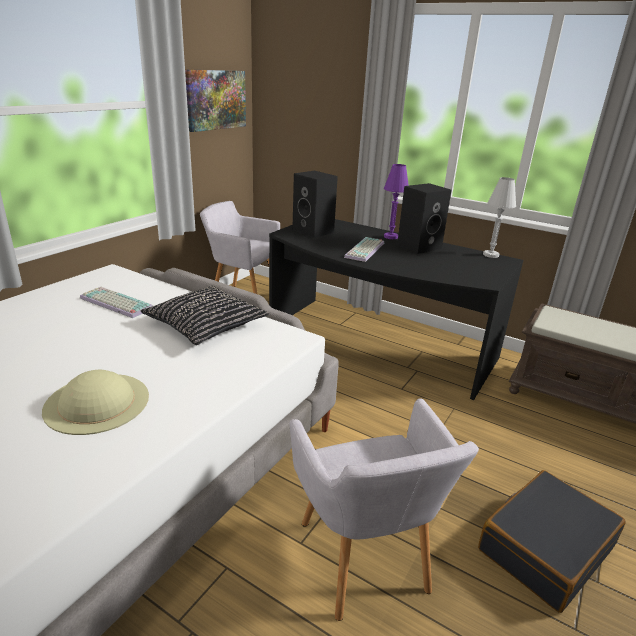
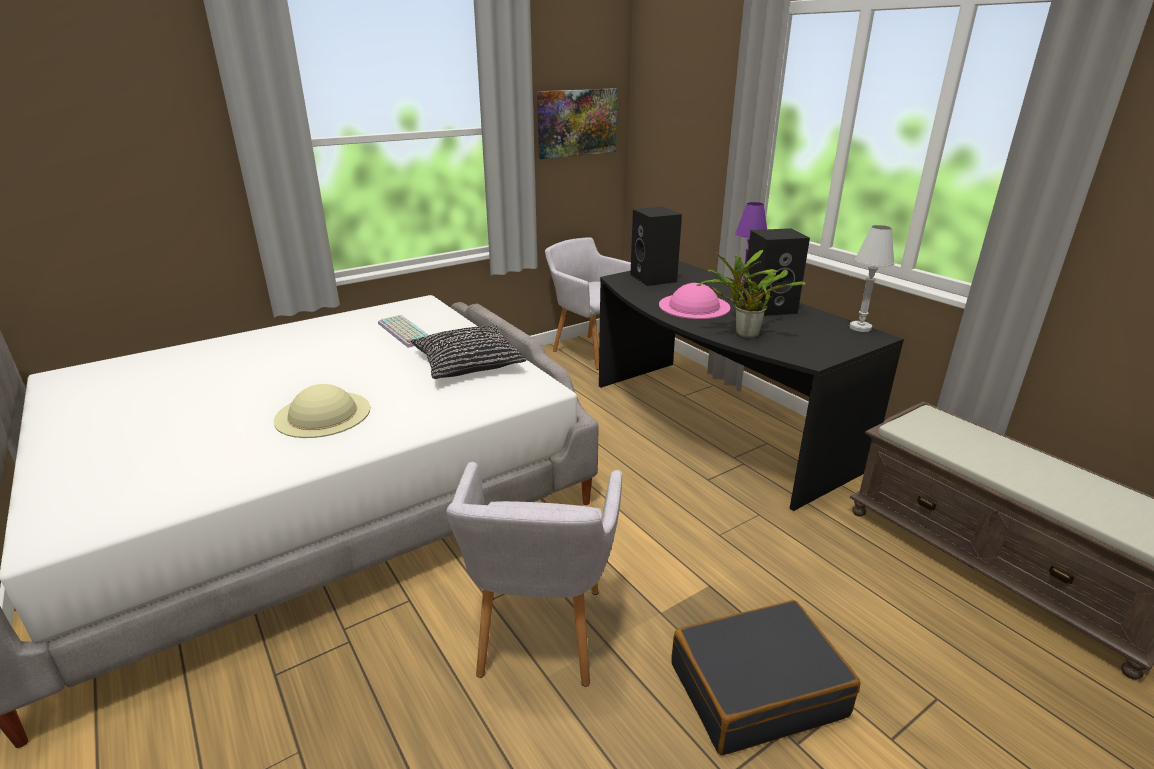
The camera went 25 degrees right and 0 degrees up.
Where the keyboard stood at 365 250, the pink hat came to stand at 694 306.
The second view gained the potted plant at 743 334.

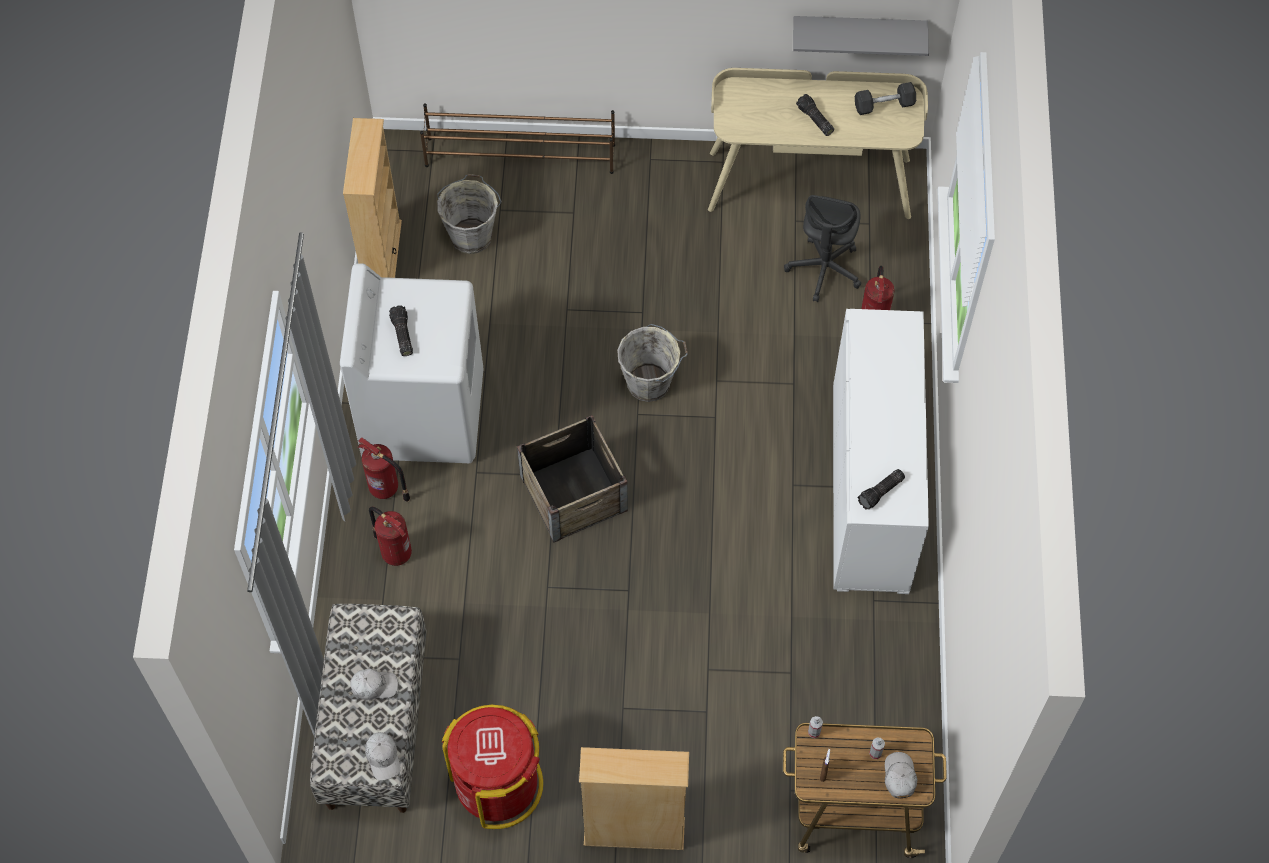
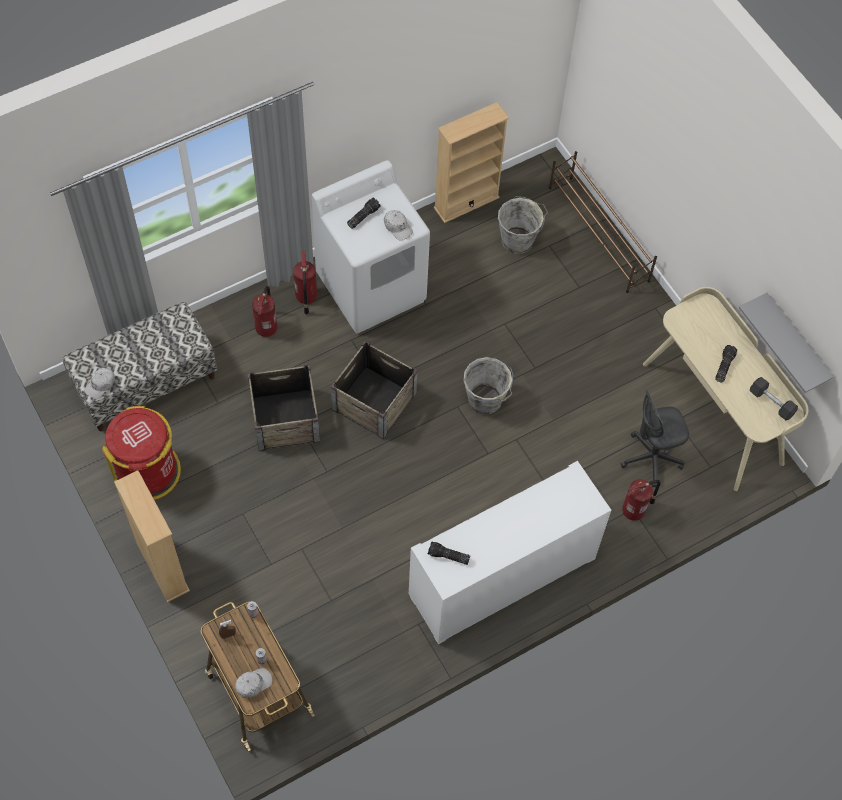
The camera went 55 degrees right and 0 degrees up.
The white cap ended up elsewhere, having gone from 374 686 to 397 227.
The second view gained the crate at 285 419.

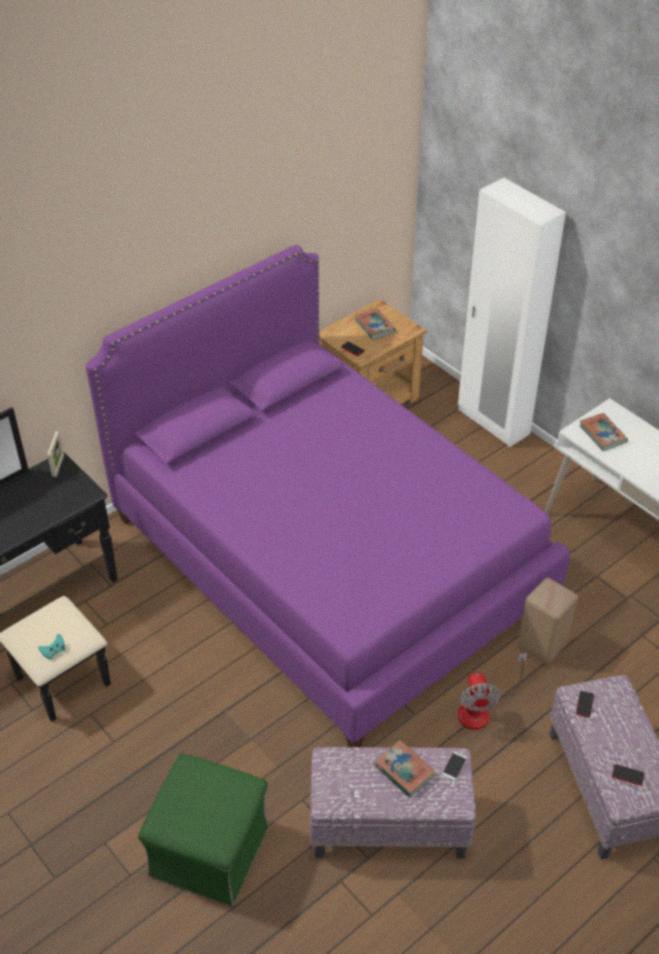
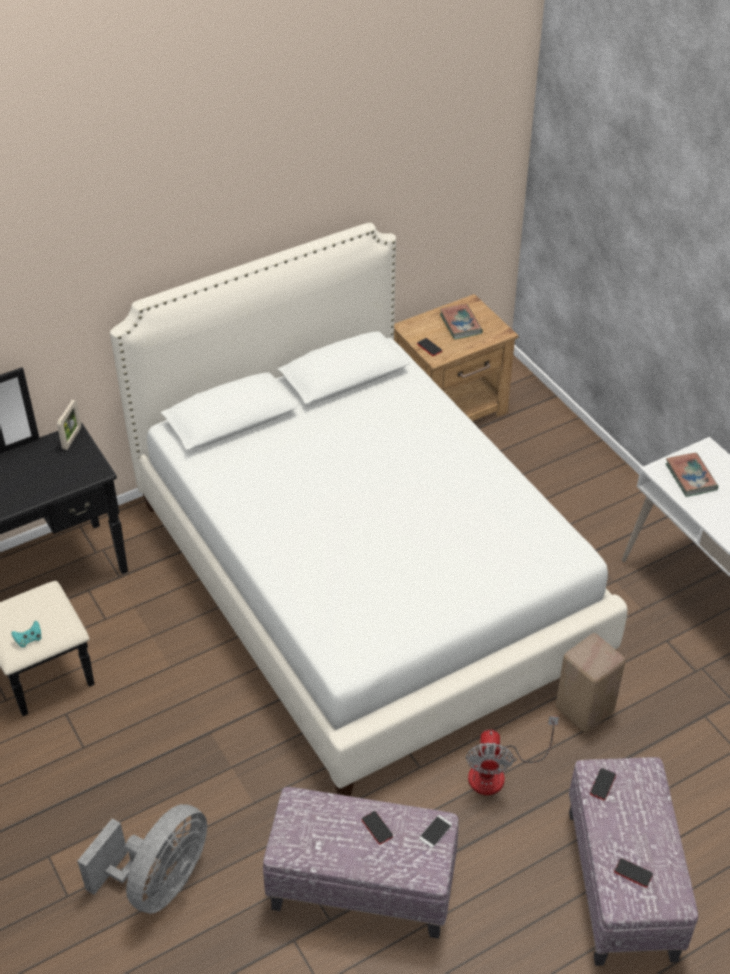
The camera went 10 degrees right and 0 degrees up.
The second view lost the white wardrobe at 492 422.
What was the purple bed at 329 557 turned into the white bed at 365 578.
Where the book stood at 404 771, the phone came to stand at 377 828.
Where the green ottoman stood at 210 850, the grey fan came to stand at 159 882.

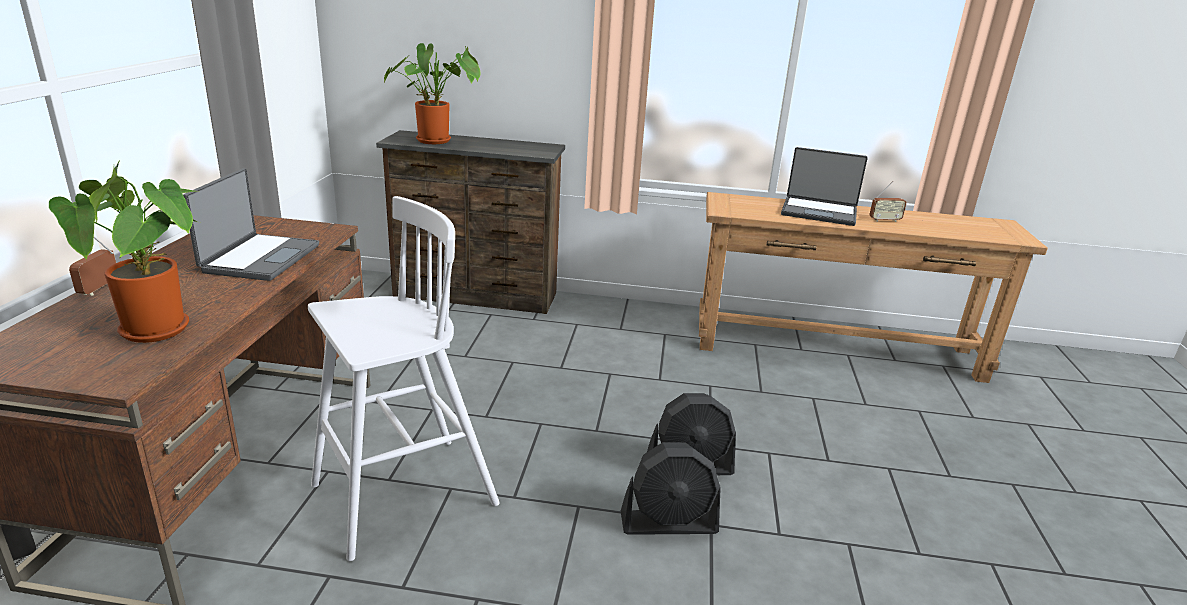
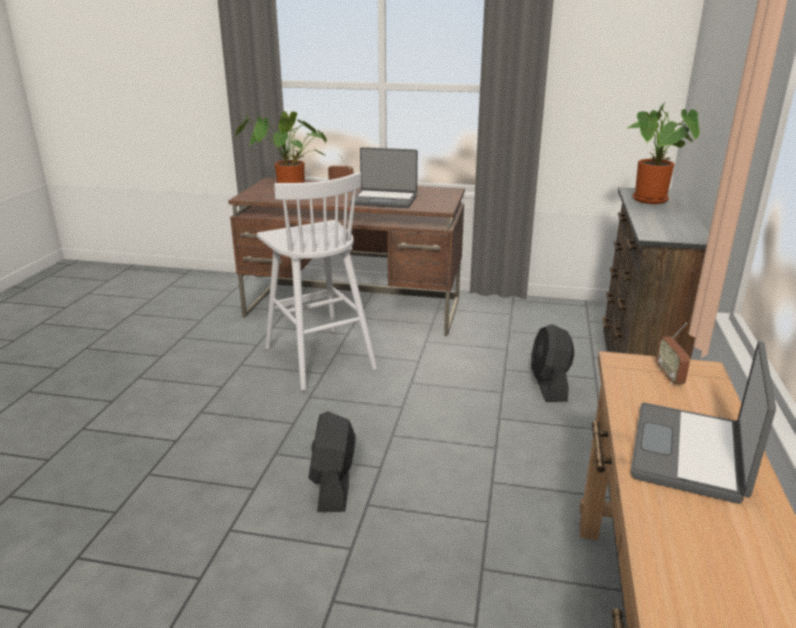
The camera went 95 degrees right and 0 degrees up.
The radio ended up elsewhere, having gone from 884 220 to 669 376.
The black fan ended up elsewhere, having gone from 669 523 to 549 385.

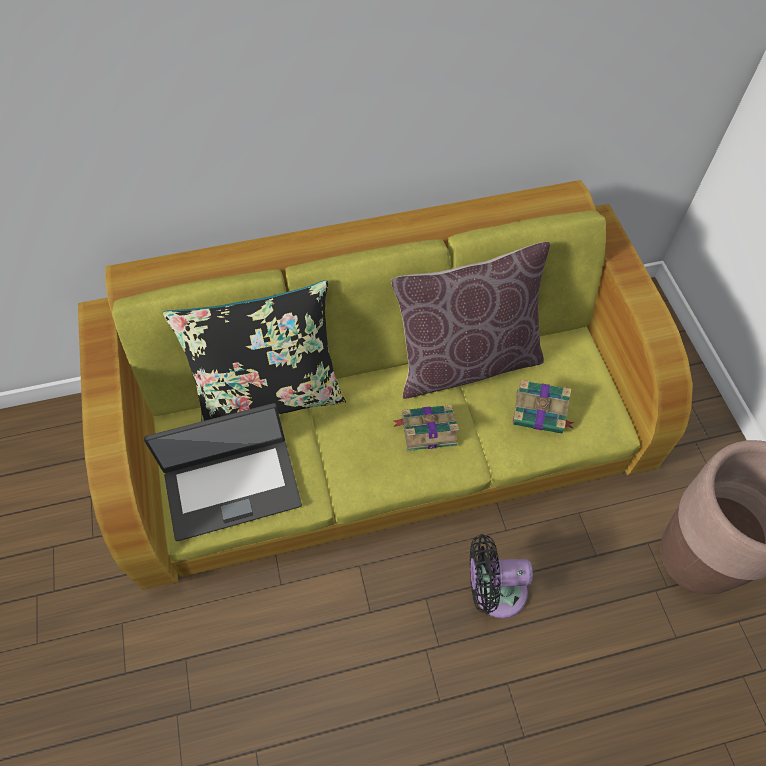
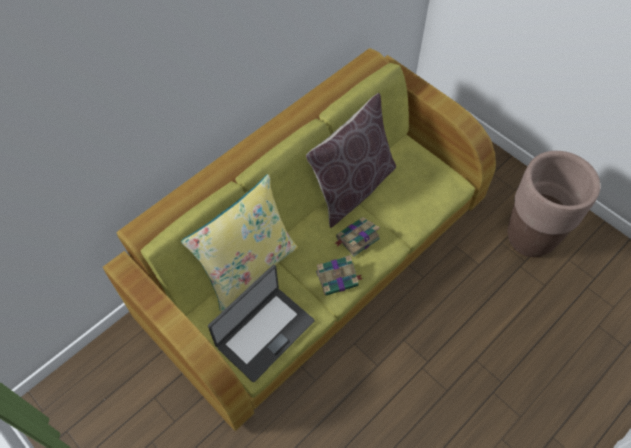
The camera went 30 degrees left and 0 degrees up.
What was the black pillow at 270 396 turned into the yellow pillow at 248 267.
The book ended up elsewhere, having gone from 540 412 to 338 278.
The second view lost the black fan at 493 591.

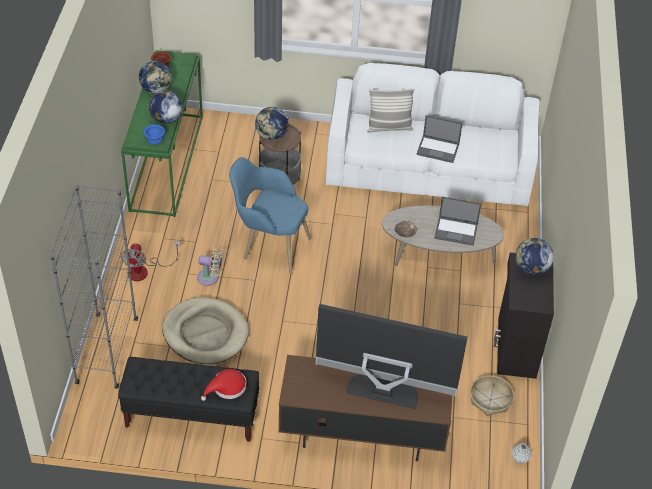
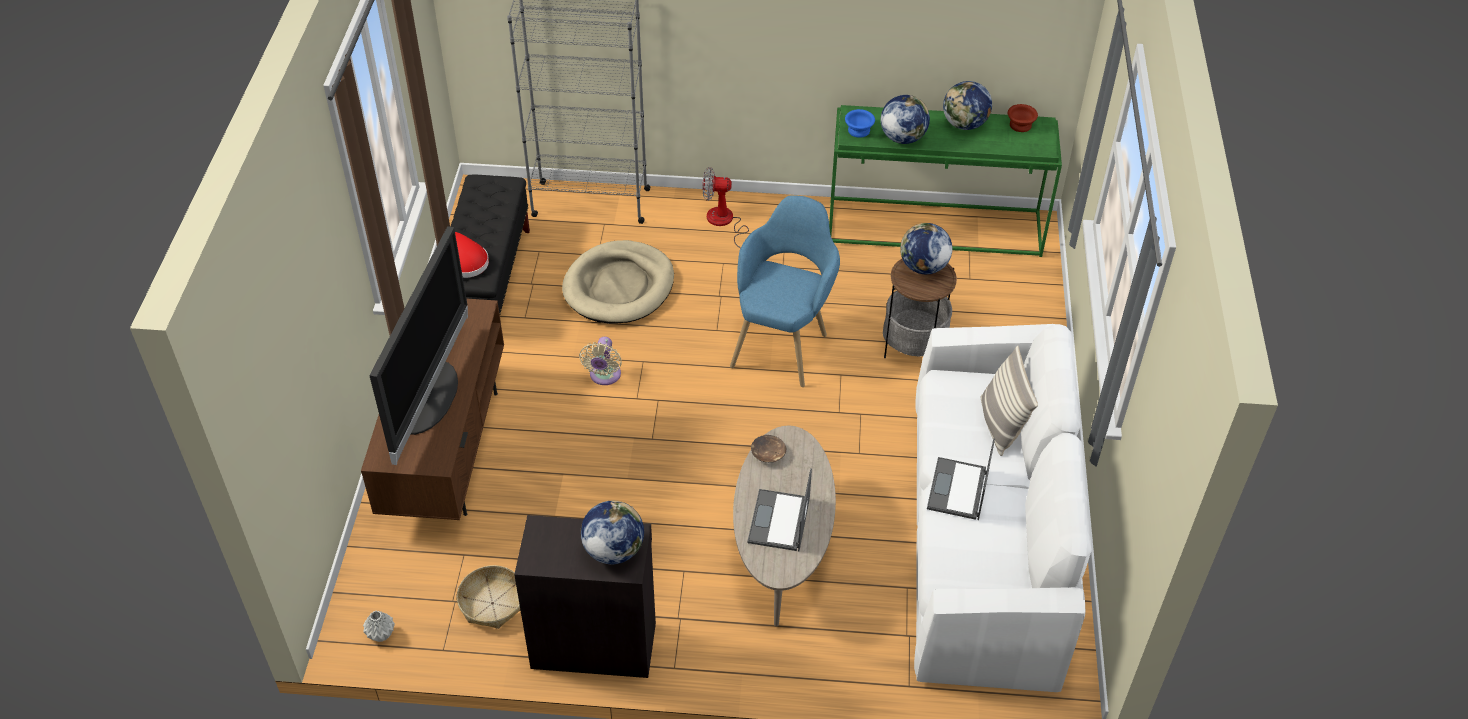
The camera went 90 degrees right and 0 degrees up.
The beige fan ended up elsewhere, having gone from 210 278 to 604 376.

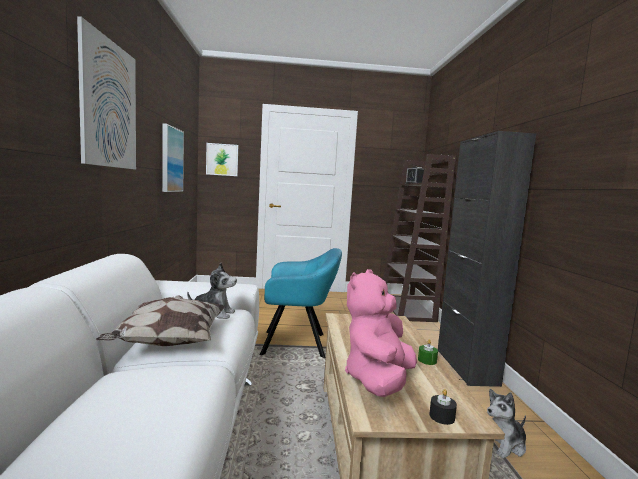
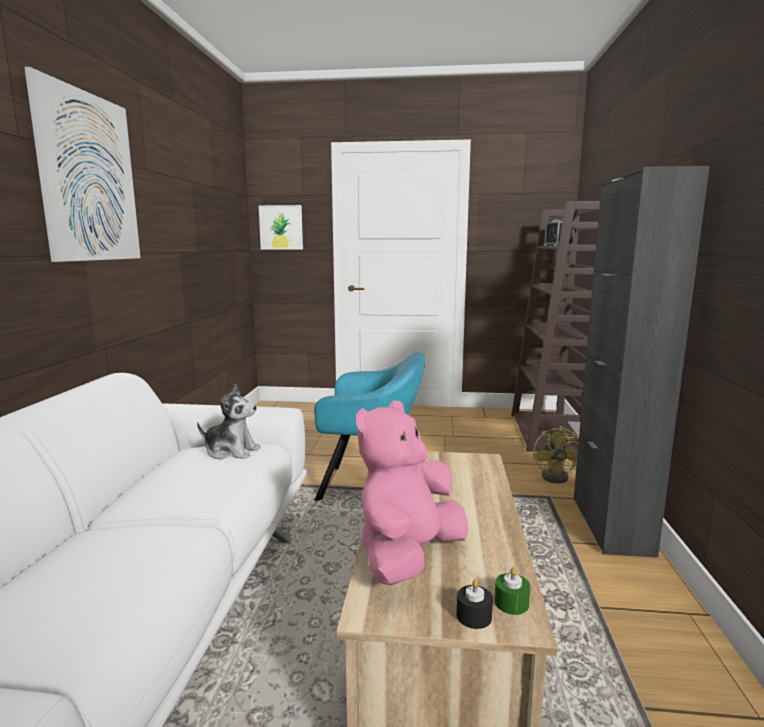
The camera went 10 degrees right and 5 degrees up.
The second view lost the picture at 171 160.
The second view lost the pillow at 169 342.
The green candle ended up elsewhere, having gone from 427 360 to 511 603.
The second view lost the plush toy at 504 445.
The second view gained the yellow fan at 559 476.

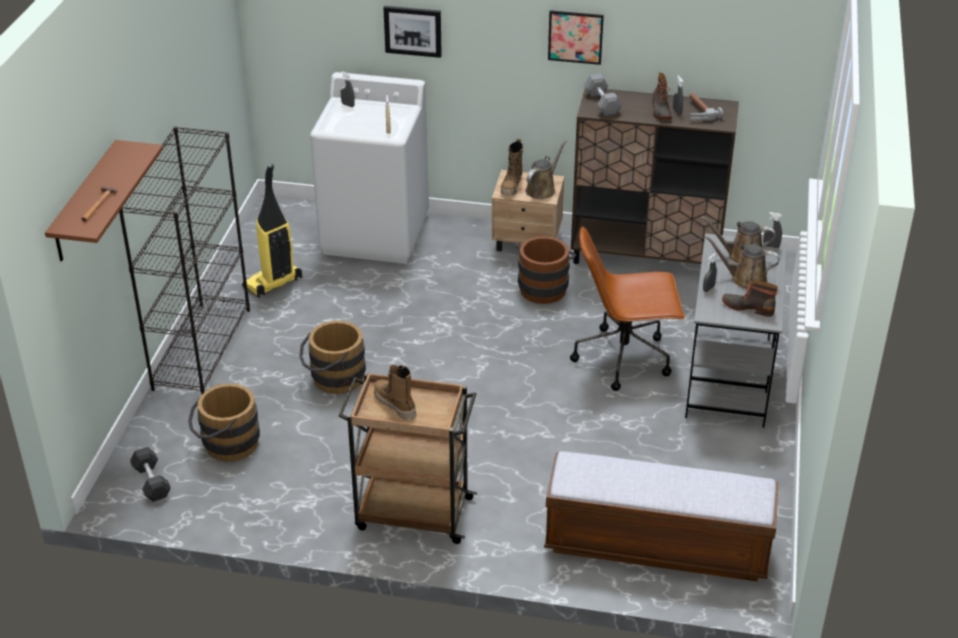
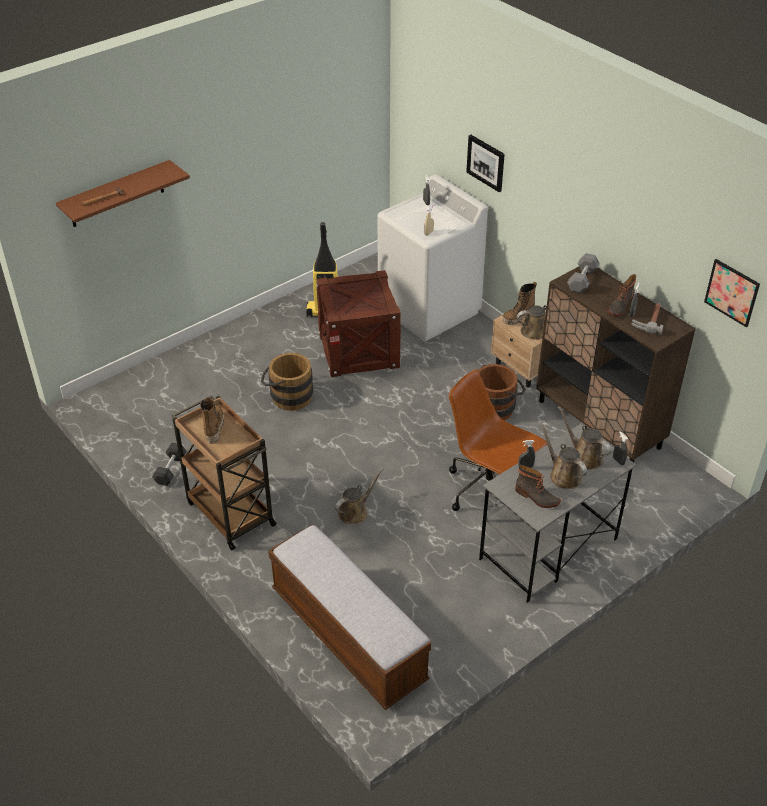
The camera went 40 degrees right and 5 degrees up.
The picture ended up elsewhere, having gone from 575 37 to 732 292.
The second view lost the black bookcase at 202 348.
The boot at 748 307 ended up facing another way, 150 degrees clockwise from before.
The second view lost the brown bucket at 226 444.
The grey dumbbell ended up elsewhere, having gone from 151 482 to 170 470.
The second view gained the crate at 358 350.
The second view gained the brown watering can at 355 512.

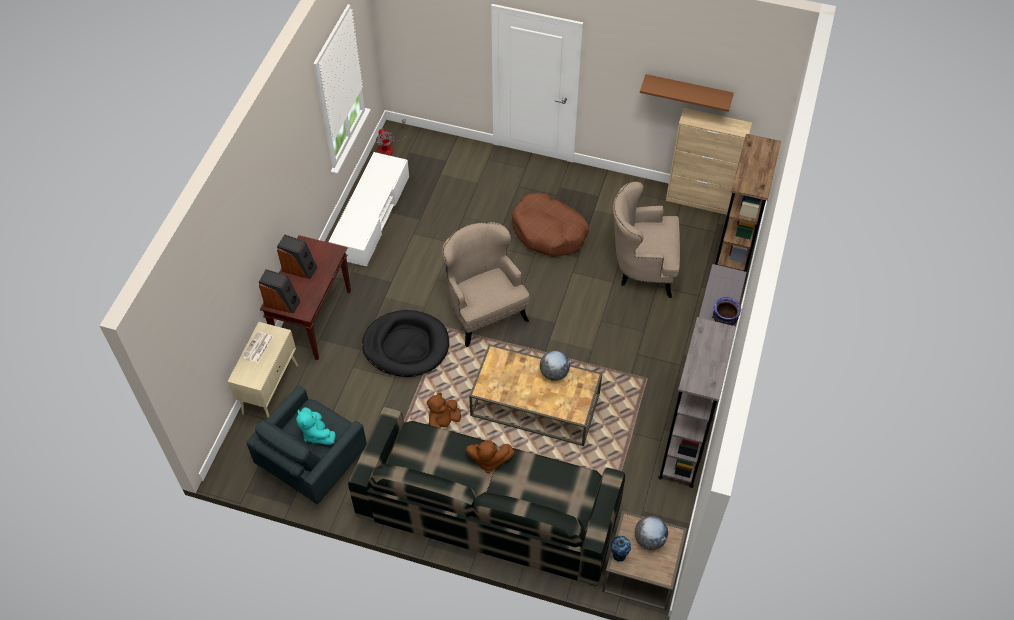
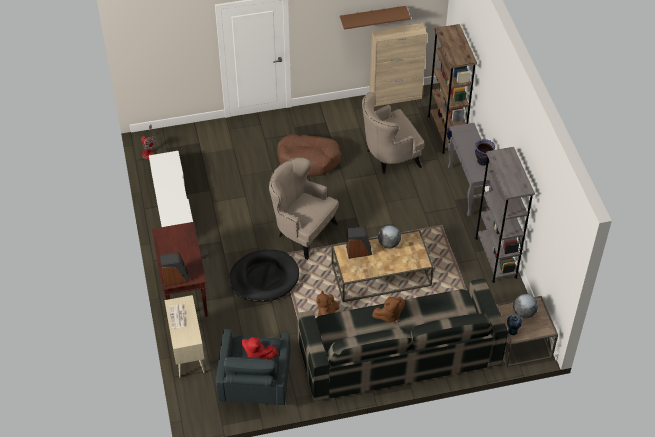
The camera went 30 degrees left and 5 degrees down.
The speaker ended up elsewhere, having gone from 299 268 to 358 251.
What was the turquoise plush toy at 316 433 turned into the red plush toy at 257 355.

